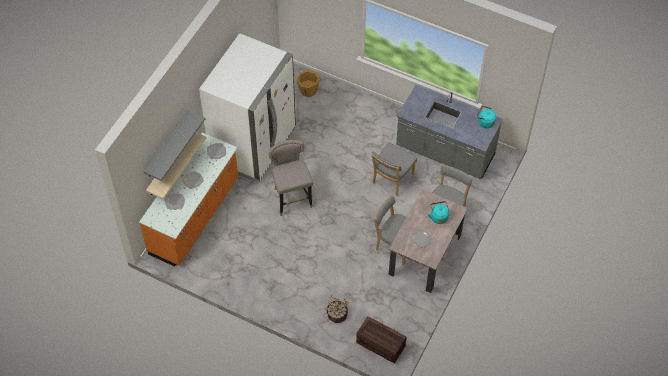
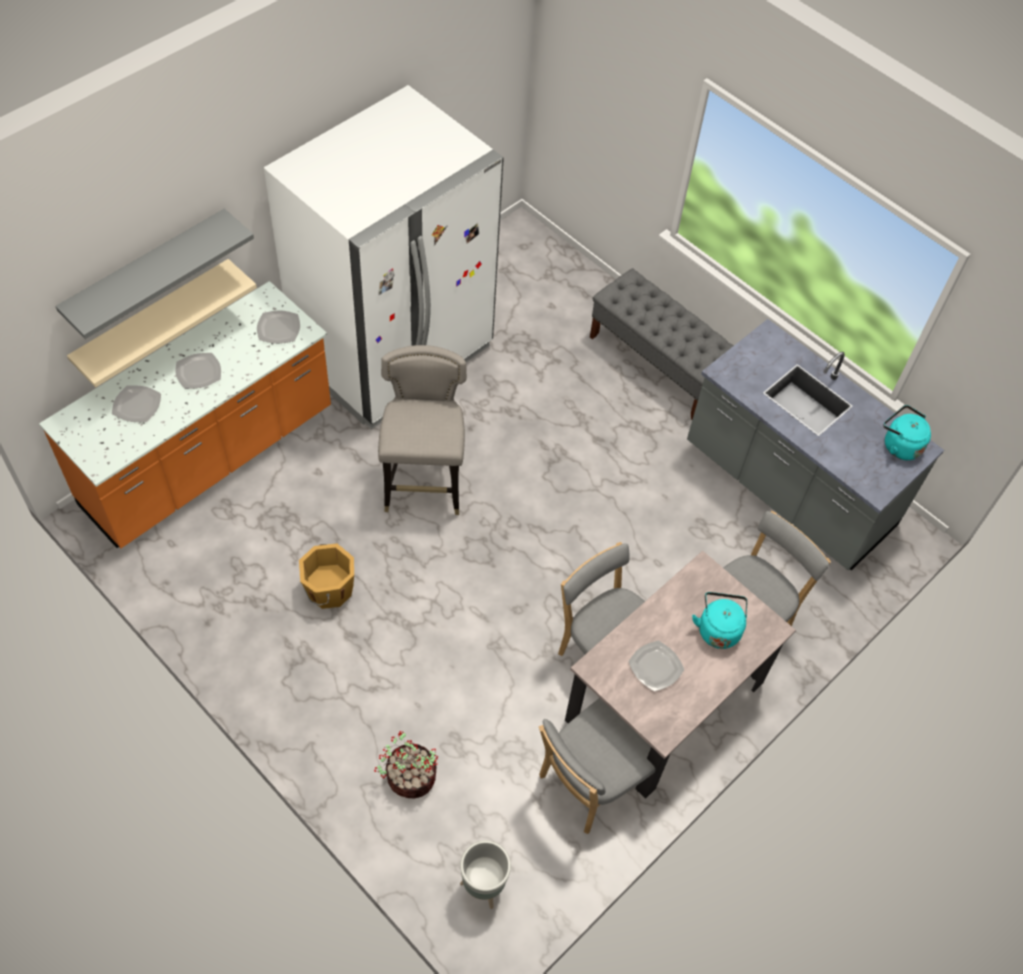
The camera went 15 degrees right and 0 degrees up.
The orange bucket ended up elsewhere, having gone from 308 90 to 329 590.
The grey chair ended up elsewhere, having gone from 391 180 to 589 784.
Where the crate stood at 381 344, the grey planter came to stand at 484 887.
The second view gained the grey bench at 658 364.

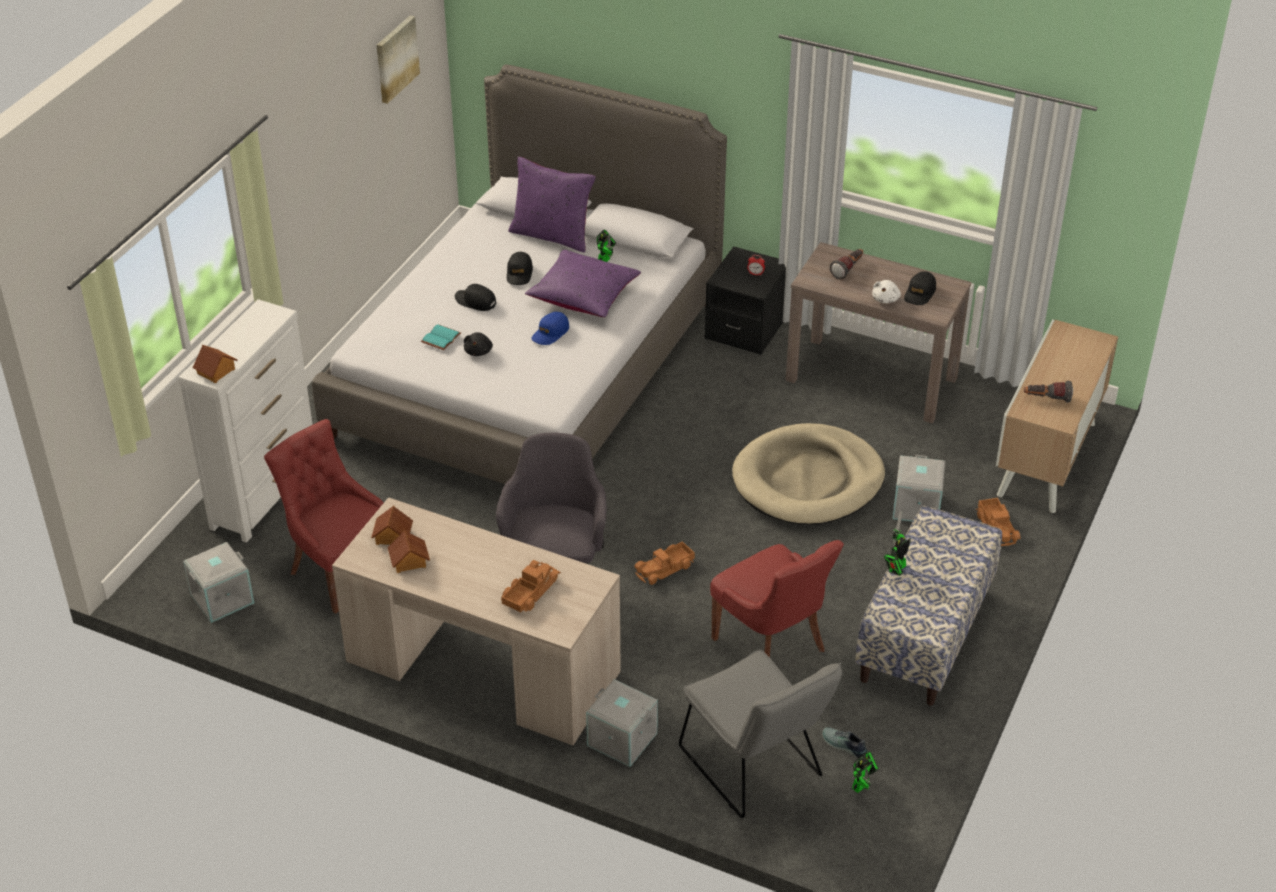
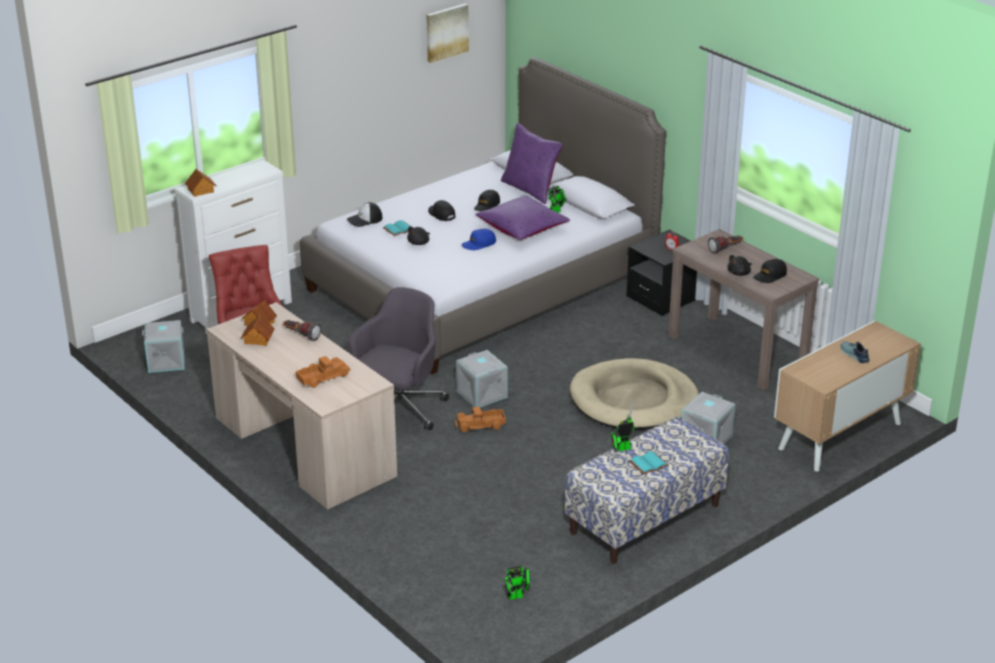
The camera went 25 degrees right and 10 degrees down.
What was the white plush toy at 886 299 turned into the black plush toy at 739 273.
The flashlight ended up elsewhere, having gone from 1046 399 to 301 335.
The second view lost the toy truck at 997 527.
The second view lost the red chair at 771 645.
The second view lost the grey chair at 755 768.
The grey storage box ended up elsewhere, having gone from 621 740 to 481 394.
The shoe ended up elsewhere, having gone from 843 745 to 853 355.
The second view gained the cap at 365 219.
The second view gained the turquoise book at 648 464.

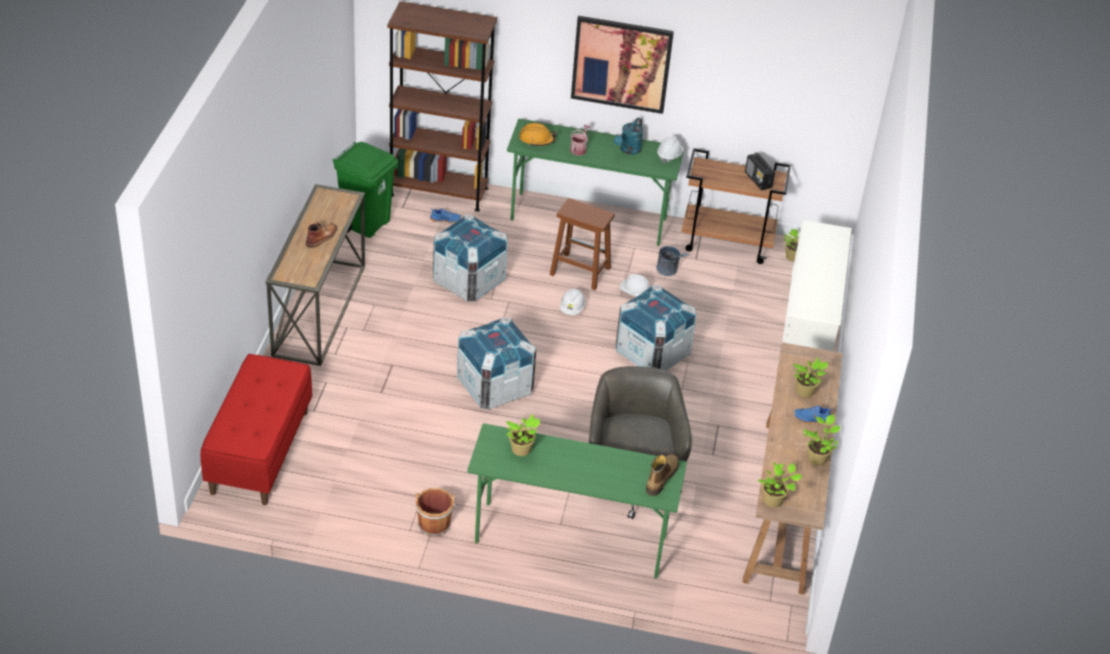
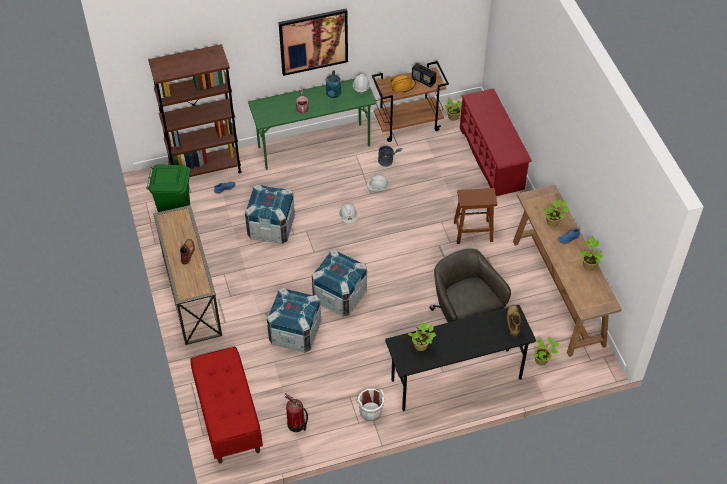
The camera went 25 degrees left and 10 degrees up.
The orange hard hat ended up elsewhere, having gone from 537 139 to 402 86.
The brown stool ended up elsewhere, having gone from 579 271 to 472 232.
What was the white shoe rack at 809 321 turned into the red shoe rack at 491 159.
The crate ended up elsewhere, having gone from 652 353 to 295 333.
What was the green desk at 569 540 turned into the black desk at 456 380.
The potted plant ended up elsewhere, having gone from 774 501 to 542 360.
What was the brown bucket at 433 523 turned into the white bucket at 370 411.
The second view gained the fire extinguisher at 297 425.

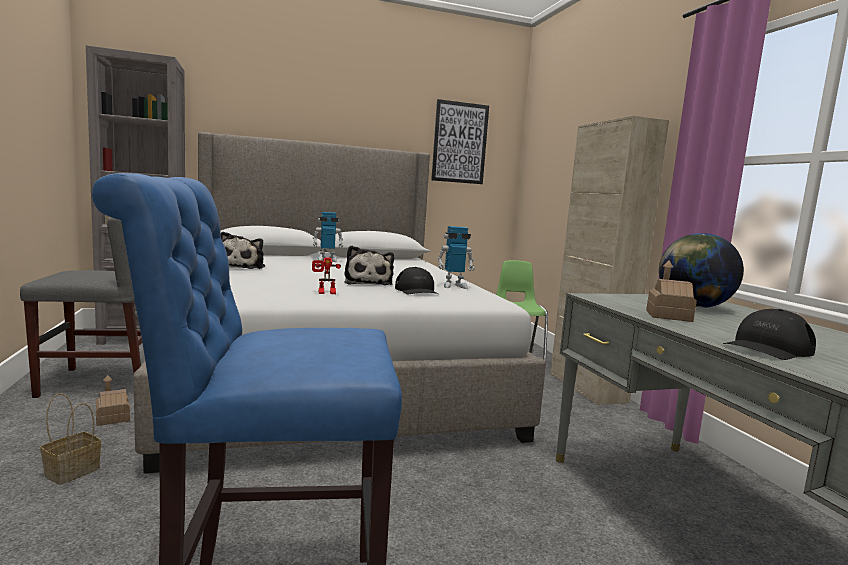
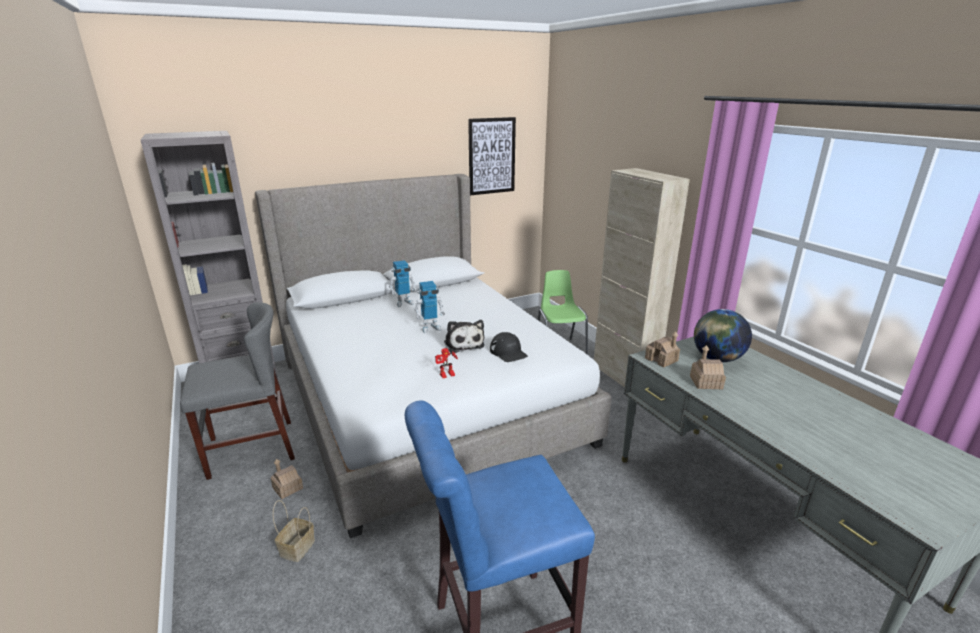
The camera went 10 degrees left and 15 degrees up.
The toy robot ended up elsewhere, having gone from 454 286 to 430 328.
The second view lost the plush toy at 243 267.
The second view lost the black cap at 767 348.
The second view gained the toy house at 661 359.

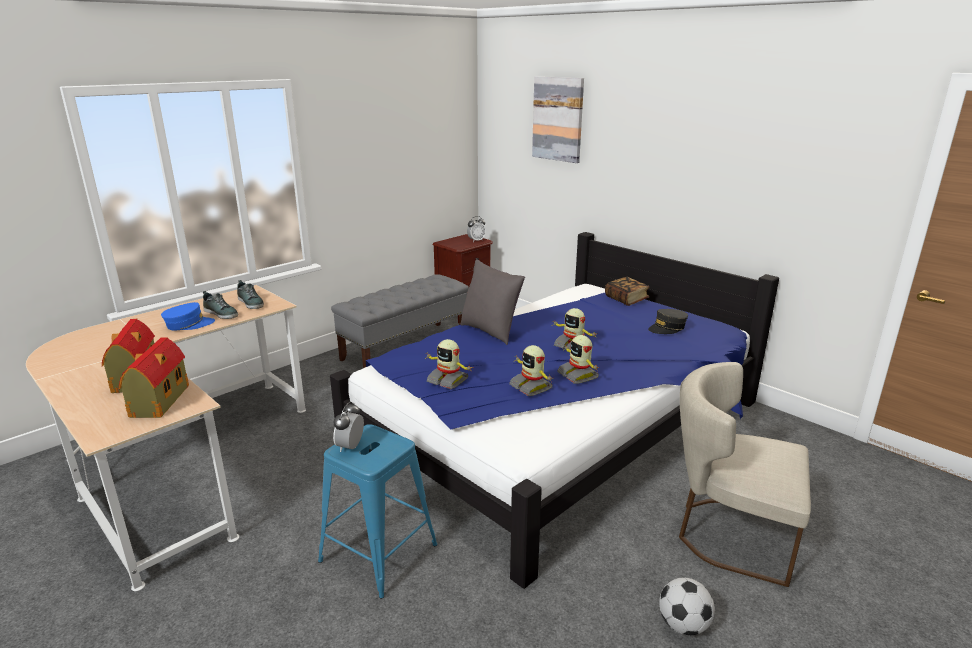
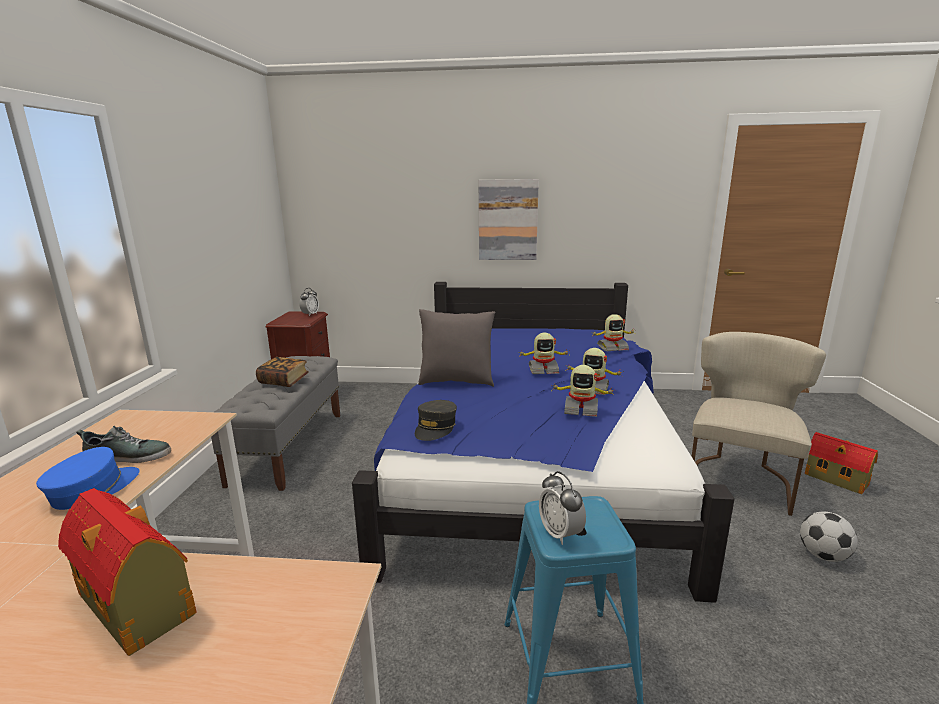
The camera went 40 degrees left and 5 degrees down.
The picture ended up elsewhere, having gone from 558 119 to 508 220.
The book ended up elsewhere, having gone from 626 299 to 284 381.
The second view lost the shoe at 251 303.
The grey cap ended up elsewhere, having gone from 667 328 to 435 428.
The toy house ended up elsewhere, having gone from 159 402 to 837 480.
The toy robot ended up elsewhere, having gone from 448 380 to 612 348.
The beige chair at 727 533 ended up facing another way, 135 degrees clockwise from before.

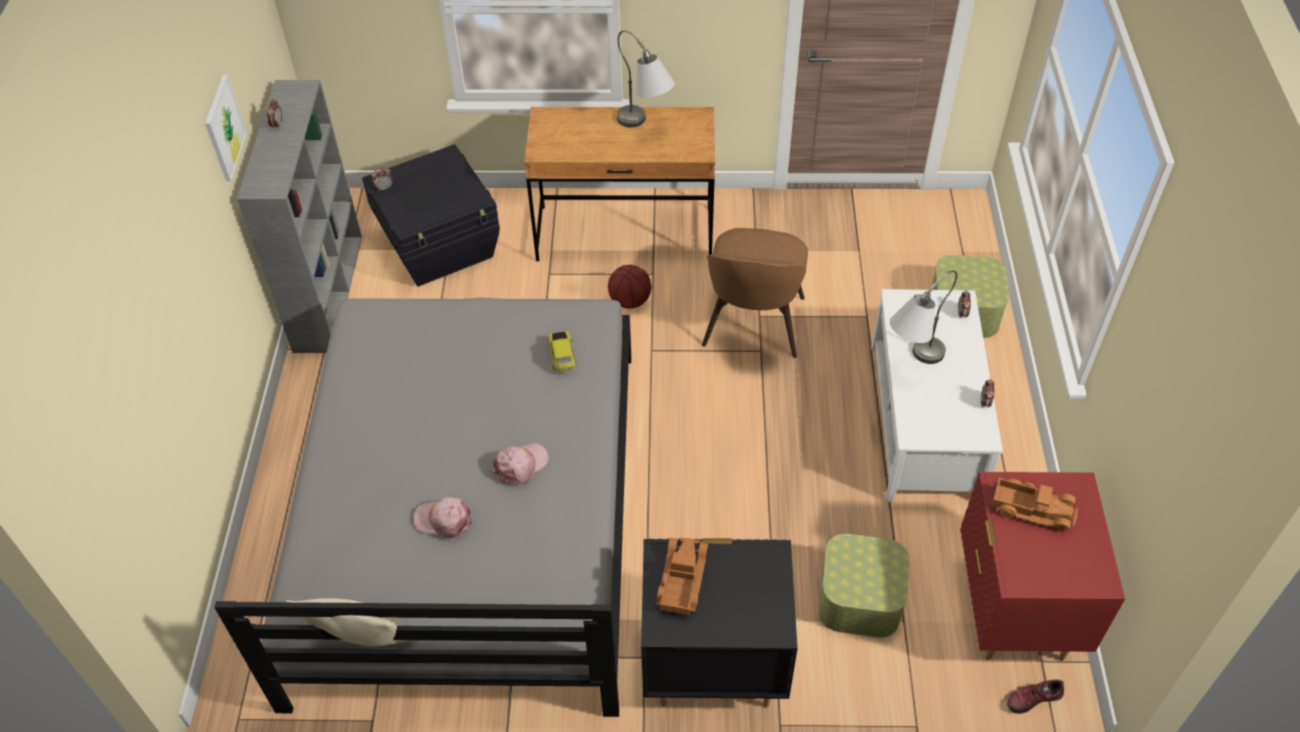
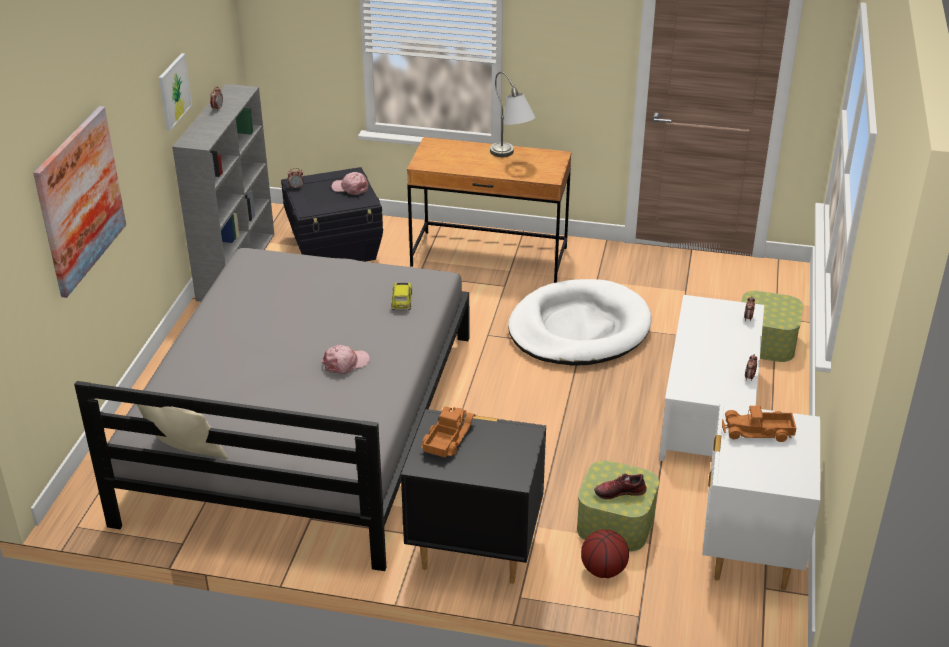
The camera went 10 degrees right and 15 degrees down.
Where the brown chair stood at 753 325, the white dog bed came to stand at 579 329.
The basketball ended up elsewhere, having gone from 629 301 to 603 570.
The second view lost the grey table lamp at 912 361.
What was the red nightstand at 1014 613 turned into the white nightstand at 750 551.
The toy truck at 1032 508 ended up facing another way, 150 degrees clockwise from before.
The pink cap ended up elsewhere, having gone from 443 520 to 350 188.
The shoe ended up elsewhere, having gone from 1033 698 to 619 492.
The second view gained the picture at 80 200.

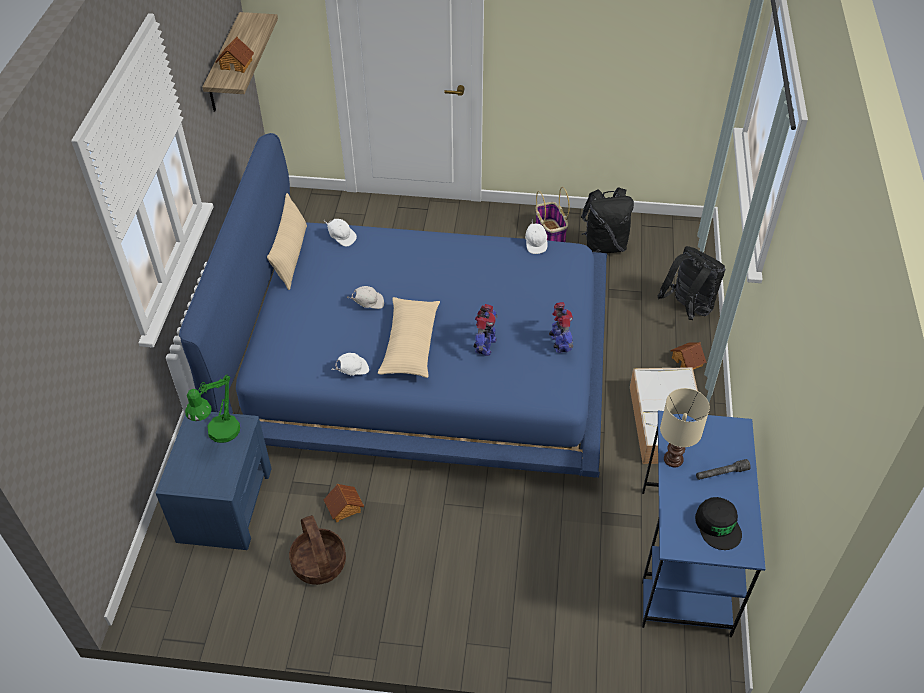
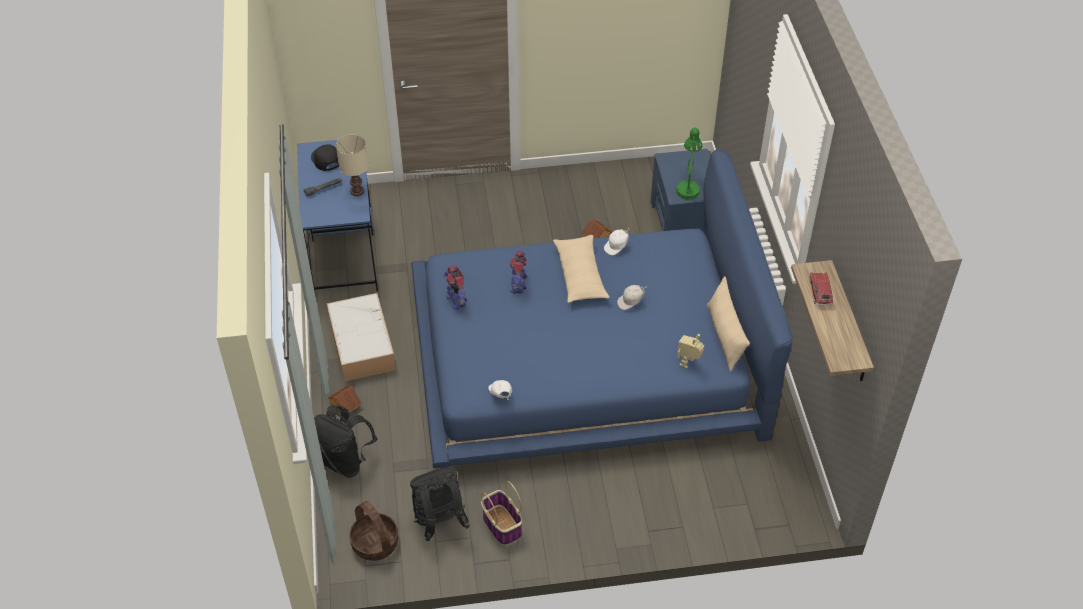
The camera went 165 degrees right and 0 degrees up.
Where the toy house stood at 236 64, the toy car came to stand at 820 292.
Where the white cap stood at 341 237, the toy robot came to stand at 689 363.
The basket ended up elsewhere, having gone from 319 563 to 374 543.

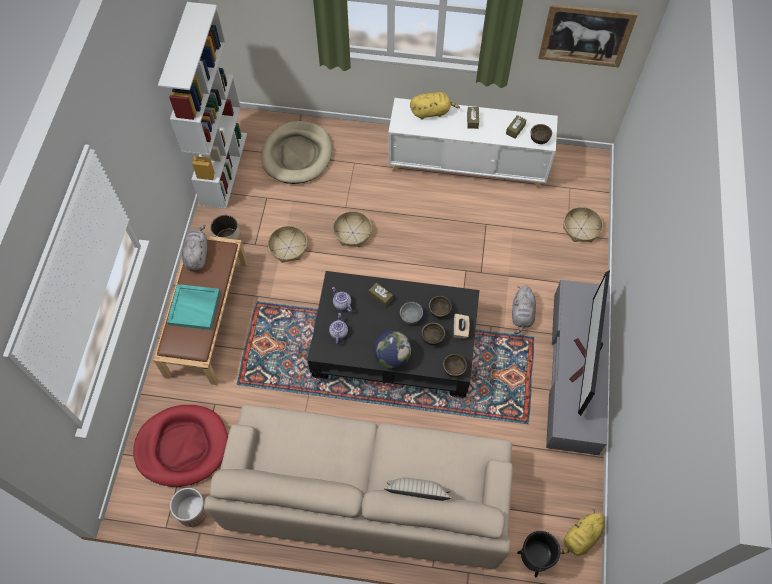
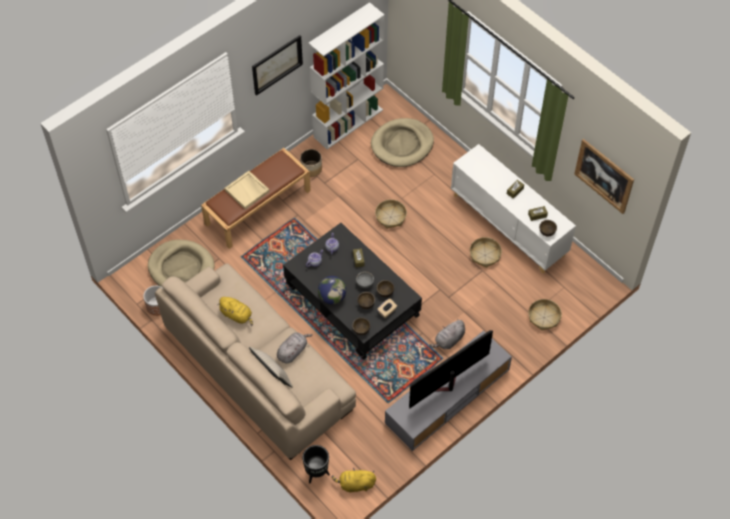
The camera went 40 degrees right and 5 degrees down.
The yellow plush toy ended up elsewhere, having gone from 431 112 to 237 315.
The grey plush toy ended up elsewhere, having gone from 197 255 to 293 351.
The basket ended up elsewhere, having gone from 288 247 to 485 255.
What was the turquoise tray at 195 307 turned into the beige tray at 247 191.
What was the red dog bed at 182 446 turned into the beige dog bed at 181 268.
The second view gained the picture at 277 64.

